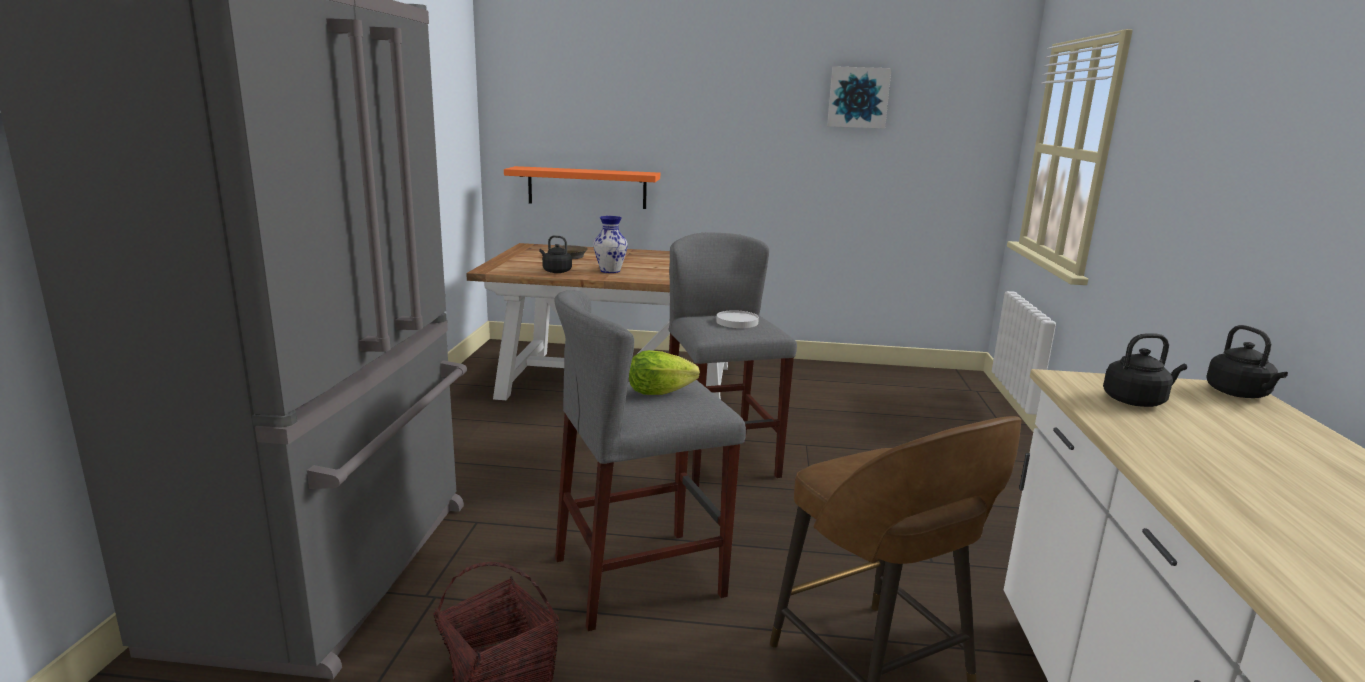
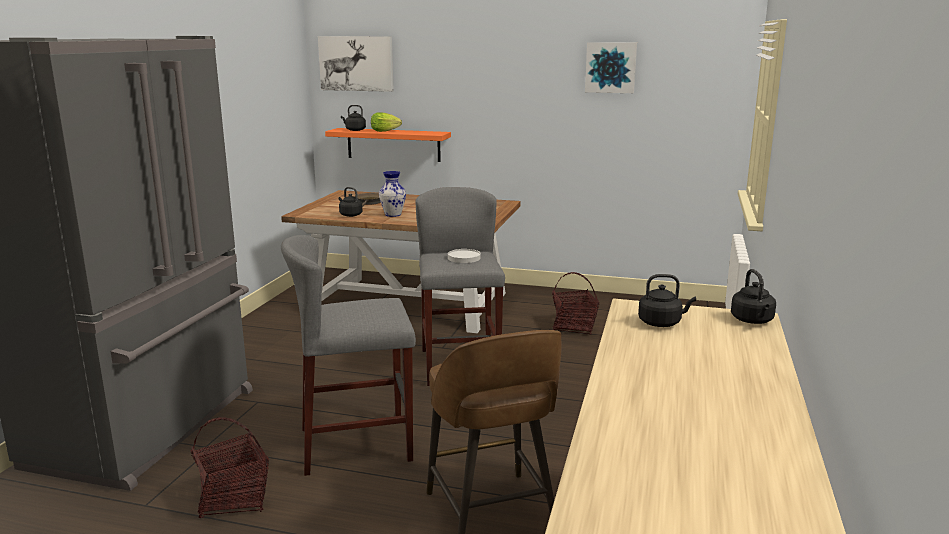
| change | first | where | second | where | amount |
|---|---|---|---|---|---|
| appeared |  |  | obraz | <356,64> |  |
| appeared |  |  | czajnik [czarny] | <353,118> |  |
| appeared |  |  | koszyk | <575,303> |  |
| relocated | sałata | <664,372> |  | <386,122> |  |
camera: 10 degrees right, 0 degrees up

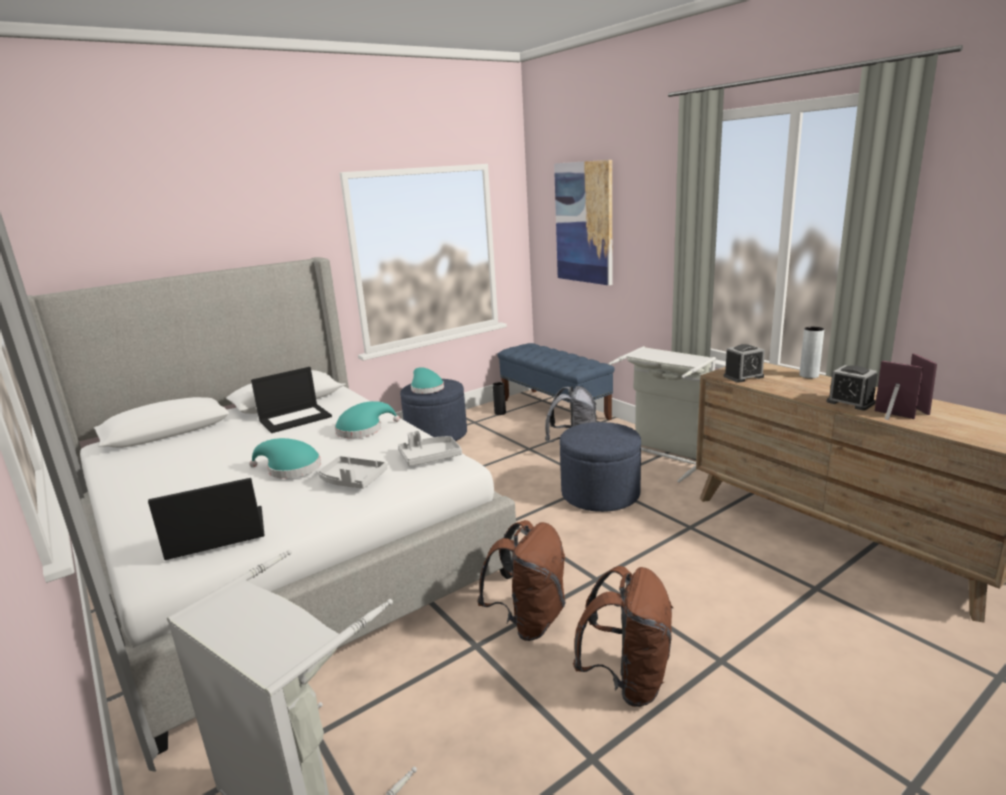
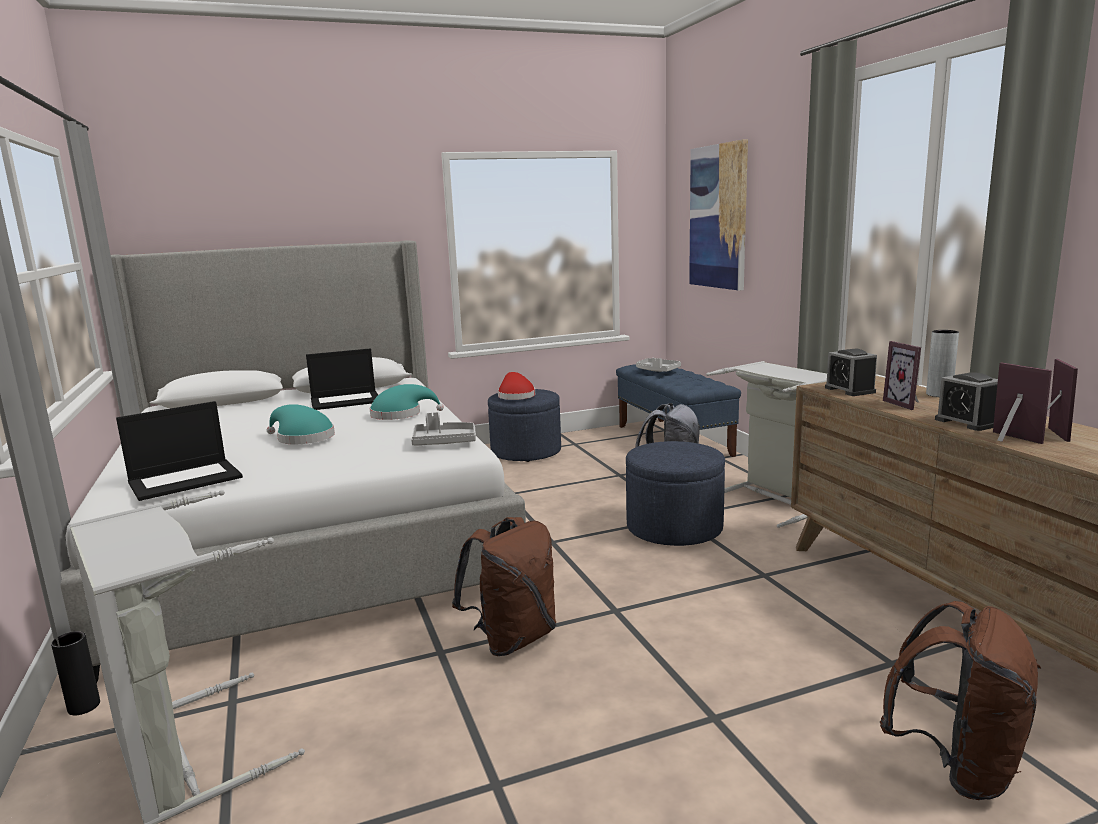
| change | first | where | second | where | amount |
|---|---|---|---|---|---|
| appeared |  |  | ramka na zdjęcie | <902,375> |  |
| relocated | taca [szary] | <352,472> |  | <658,365> |  |
| relocated | wazon [czarny] | <499,398> |  | <75,673> |  |
| relocated | plecak [brązowy] | <623,636> |  | <960,700> |  |
| colour | kapelusz [turkusowy] | <427,380> | kapelusz [czerwony] | <516,386> |  |
| spun | laptop | <206,519> |  | <179,451> | 150 degrees clockwise |
| spun | budzik | <744,363> |  | <851,372> | 75 degrees clockwise |
camera: 15 degrees right, 5 degrees down

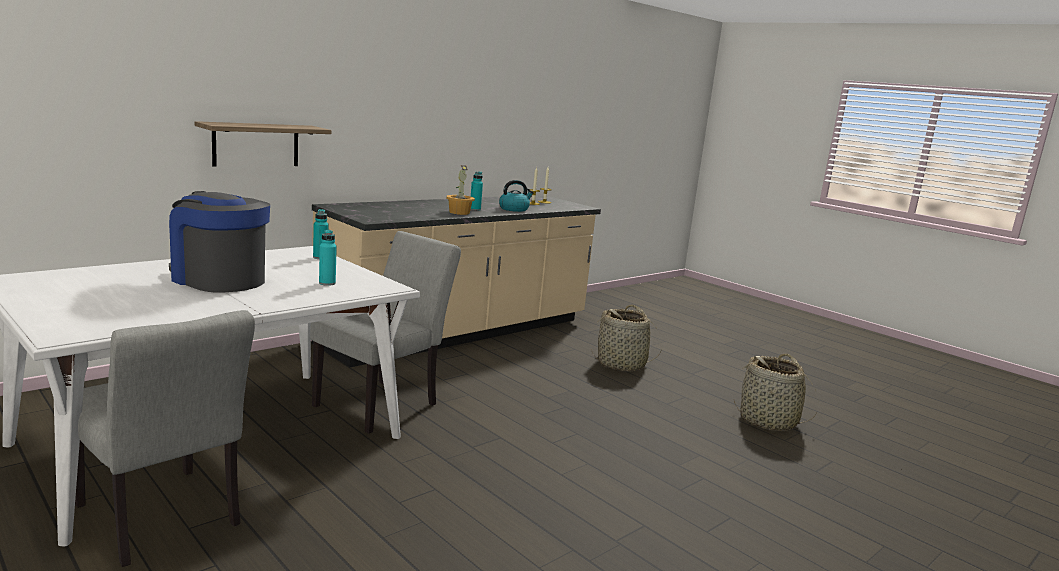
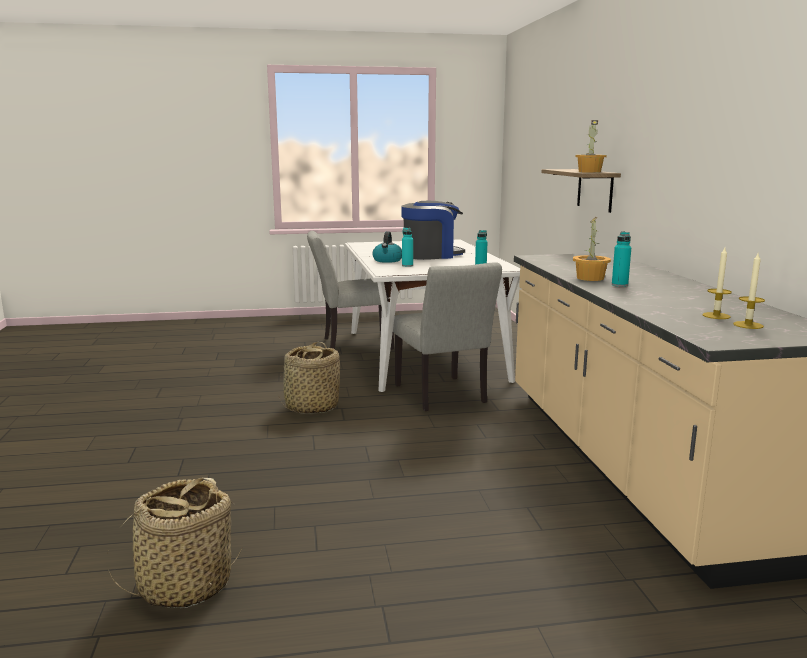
| change | first | where | second | where | amount |
|---|---|---|---|---|---|
| appeared |  |  | roślina doniczkowa | <591,146> |  |
| relocated | czajnik | <516,196> |  | <387,247> |  |
| relocated | koszyk | <623,338> |  | <309,378> |  |
camera: 125 degrees right, 0 degrees up

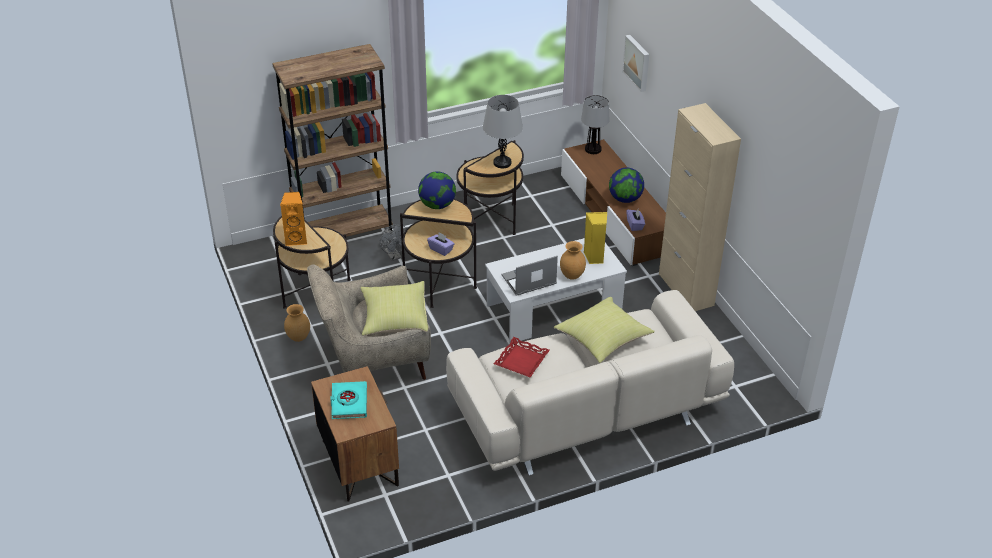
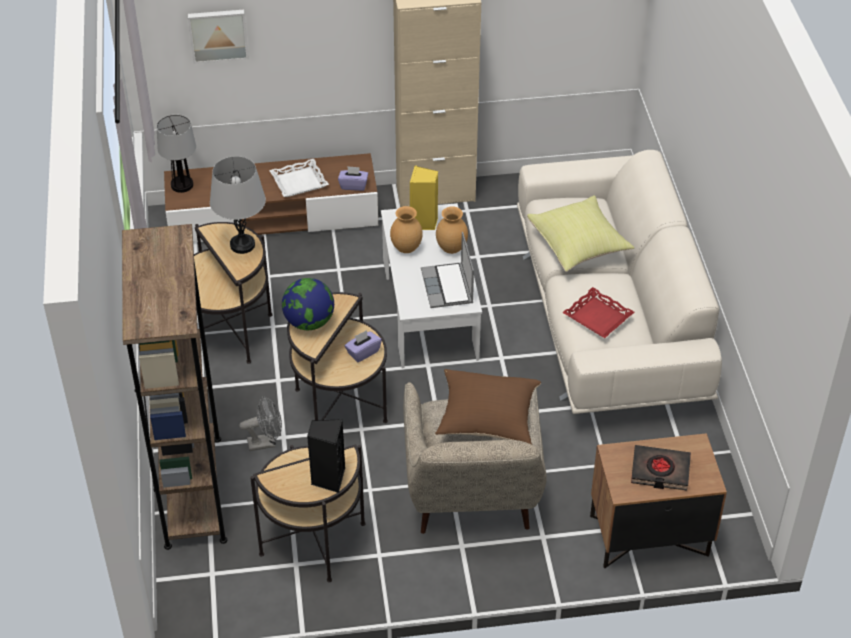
| change | first | where | second | where | amount |
|---|---|---|---|---|---|
| relocated | wazon [brązowy] | <297,323> |  | <406,229> |  |
| exchanged | globus | <626,185> | taca [biały] | <299,178> |  |
| colour | głośnik [pomarańczowy] | <293,219> | głośnik [czarny] | <326,456> |  |
| colour | książka [turkusowy] | <348,400> | książka [czarny] | <661,468> |  |
| colour | poduszka [żółty] | <394,308> | poduszka [brązowy] | <488,407> |  |
camera: 75 degrees left, 5 degrees up

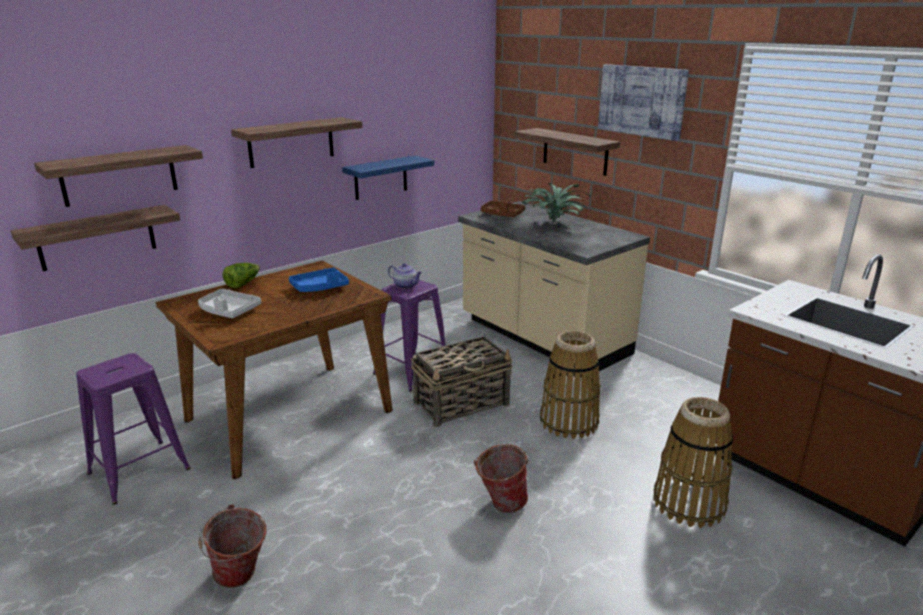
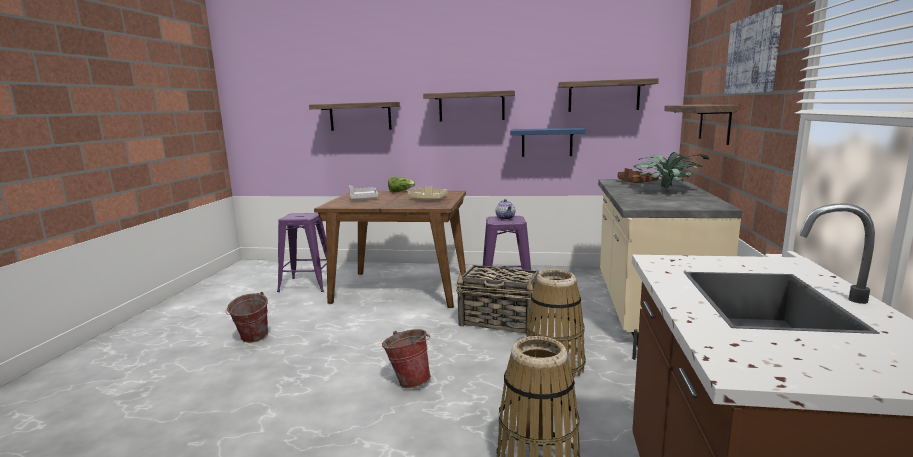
| change | first | where | second | where | amount |
|---|---|---|---|---|---|
| relocated | półka | <95,238> |  | <608,95> |  |
| colour | taca [niebieski] | <319,279> | taca [beżowy] | <427,193> |  |
camera: 50 degrees right, 10 degrees down

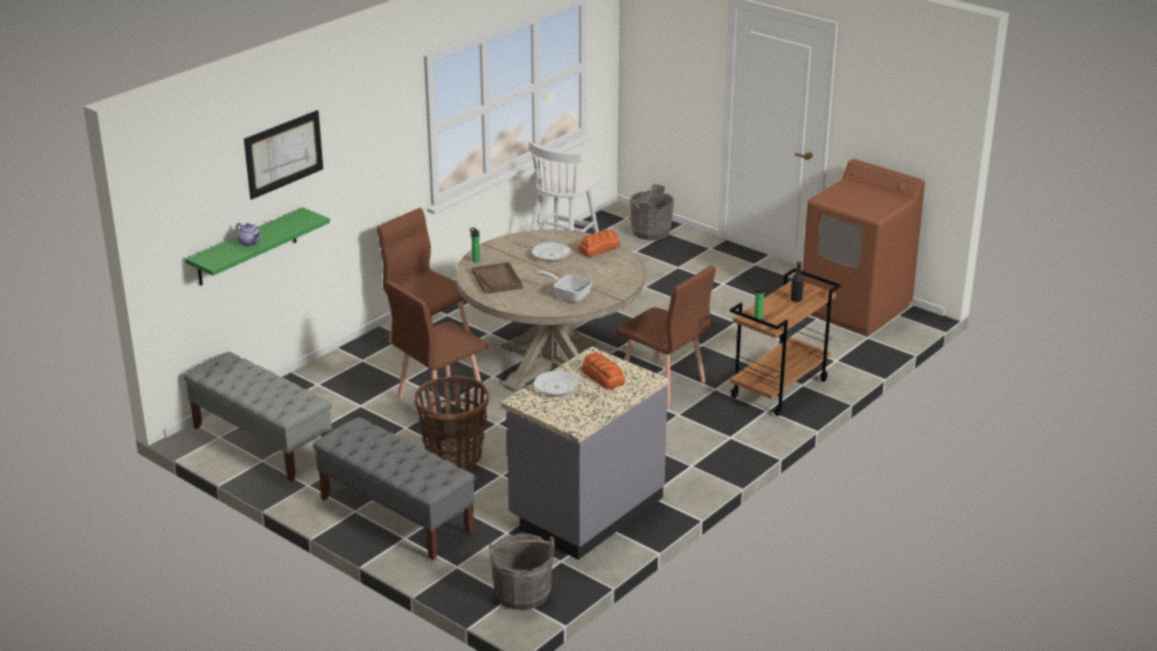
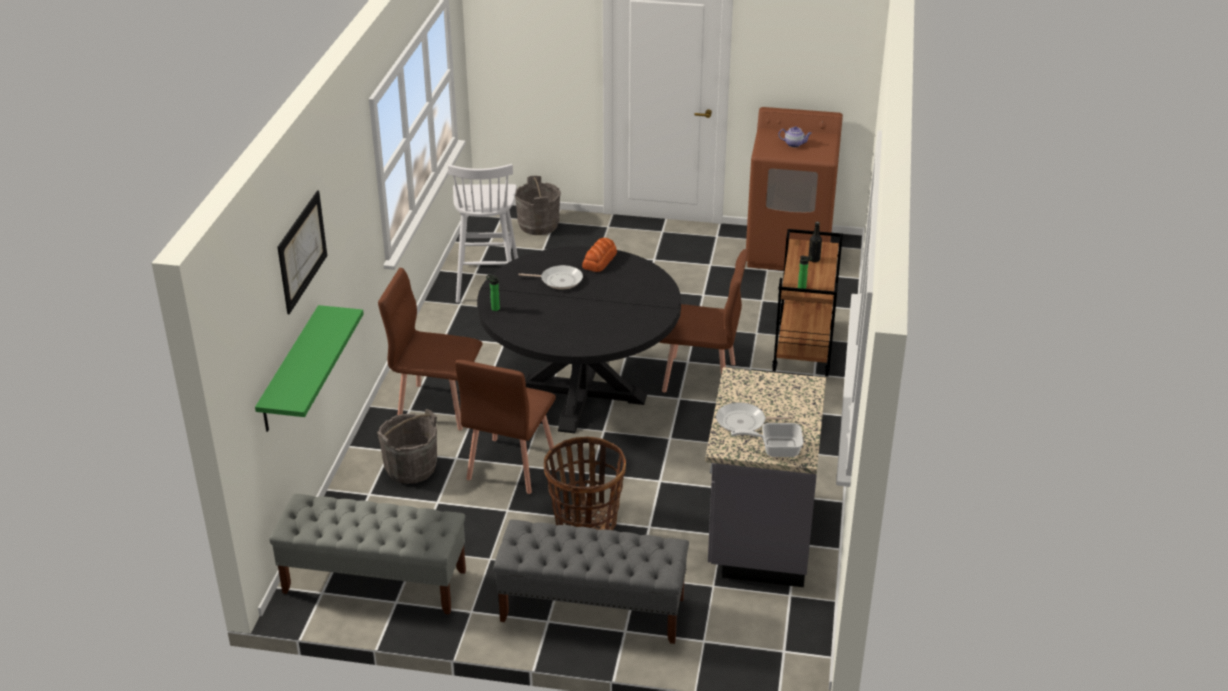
| change | first | where | second | where | amount |
|---|---|---|---|---|---|
| missing | taca [brązowy] | <497,278> |  |  |  |
| missing | chleb | <603,370> |  |  |  |
| relocated | imbryk | <248,234> |  | <795,137> |  |
| relocated | wiadro [szary] | <522,571> |  | <407,446> |  |
| relocated | patelnia | <564,286> |  | <767,440> |  |
| colour | stół jadalny [beżowy] | <550,311> | stół jadalny [czarny] | <579,339> |  |
camera: 30 degrees left, 5 degrees up

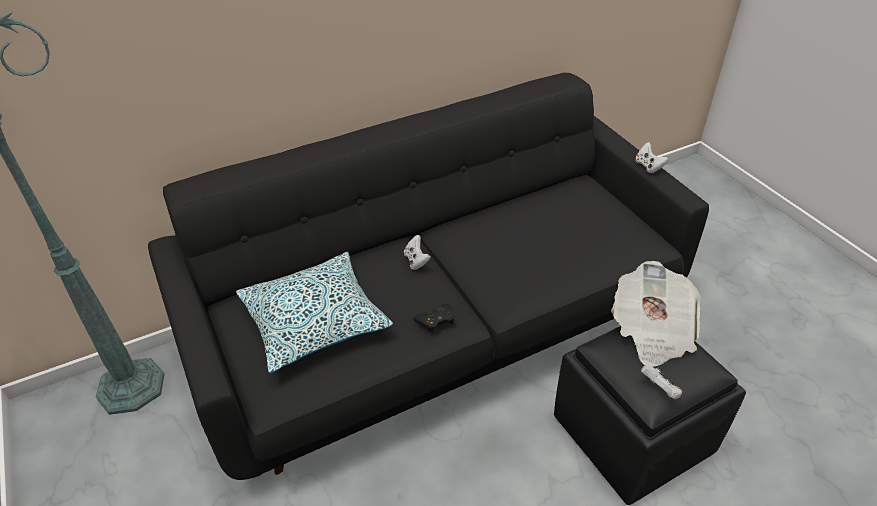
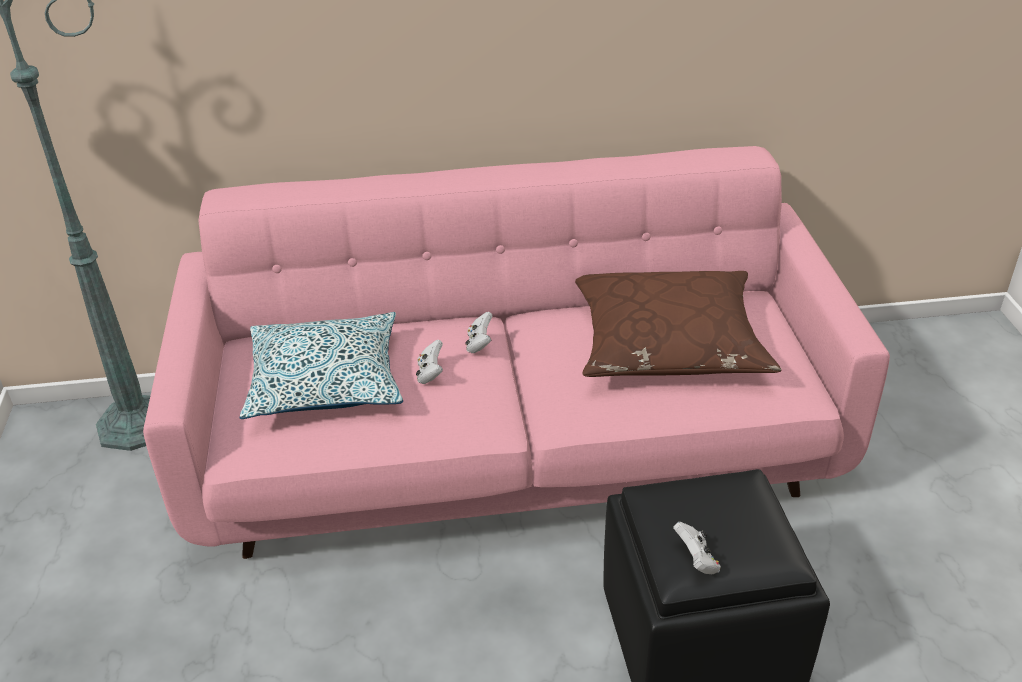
| change | first | where | second | where | amount |
|---|---|---|---|---|---|
| missing | pad do gier [czarny] | <433,318> |  |  |  |
| missing | gazeta | <656,314> |  |  |  |
| appeared |  |  | poduszka [brązowy] | <678,324> |  |
| relocated | pad do gier [biały] | <652,157> |  | <429,362> |  |
| colour | kanapa [czarny] | <428,276> | kanapa [różowy] | <516,352> |  |
camera: 20 degrees right, 5 degrees down

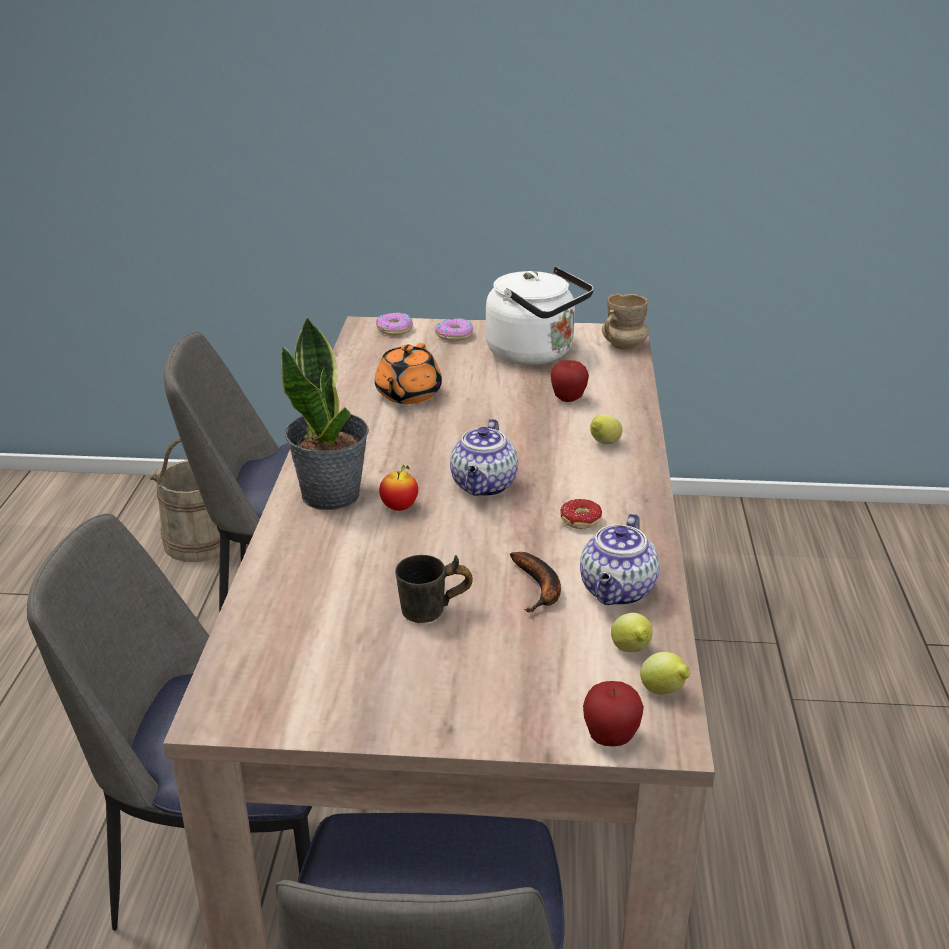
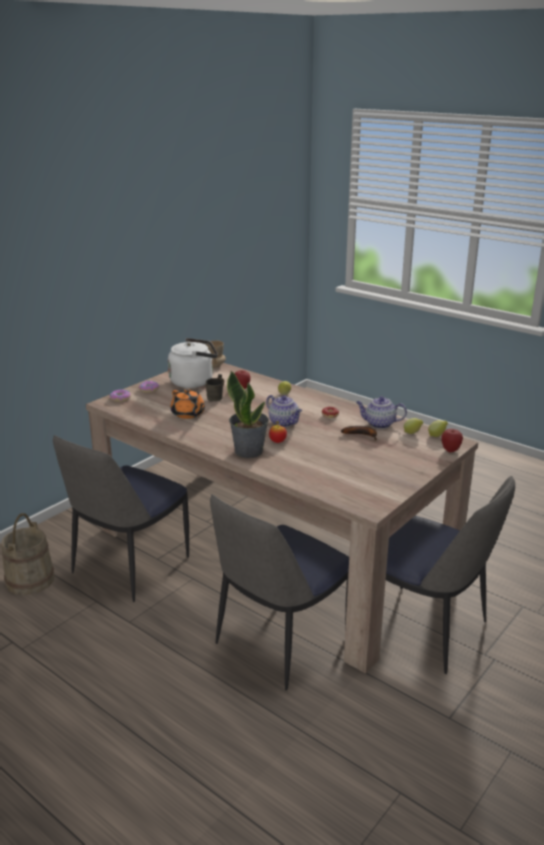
| change | first | where | second | where | amount |
|---|---|---|---|---|---|
| relocated | kubek [szary] | <434,589> |  | <215,387> |  |
| spun | imbryk | <619,559> |  | <381,412> | 135 degrees clockwise |
camera: 55 degrees left, 5 degrees down

